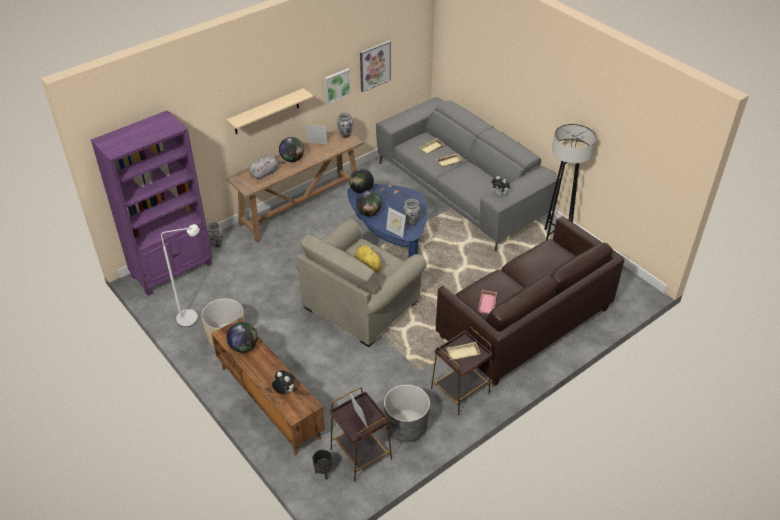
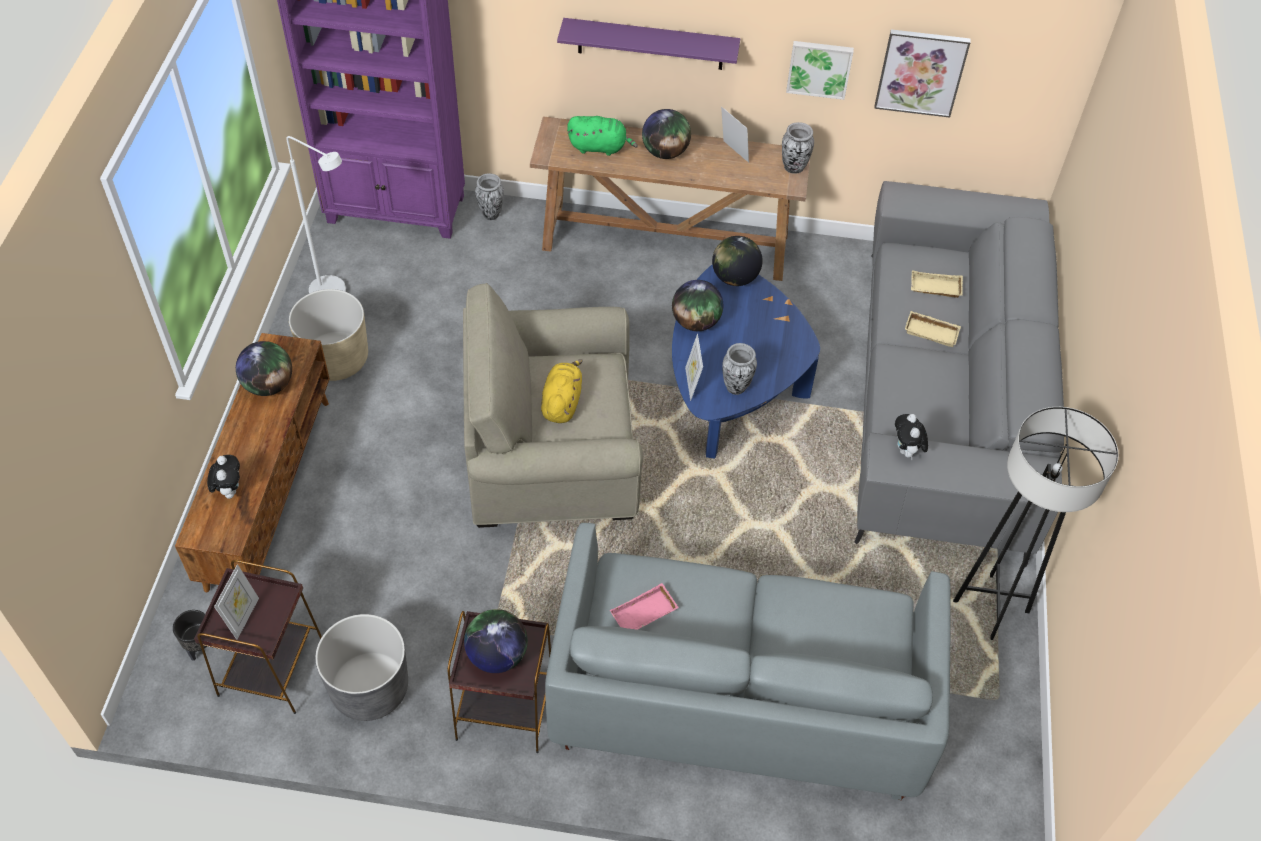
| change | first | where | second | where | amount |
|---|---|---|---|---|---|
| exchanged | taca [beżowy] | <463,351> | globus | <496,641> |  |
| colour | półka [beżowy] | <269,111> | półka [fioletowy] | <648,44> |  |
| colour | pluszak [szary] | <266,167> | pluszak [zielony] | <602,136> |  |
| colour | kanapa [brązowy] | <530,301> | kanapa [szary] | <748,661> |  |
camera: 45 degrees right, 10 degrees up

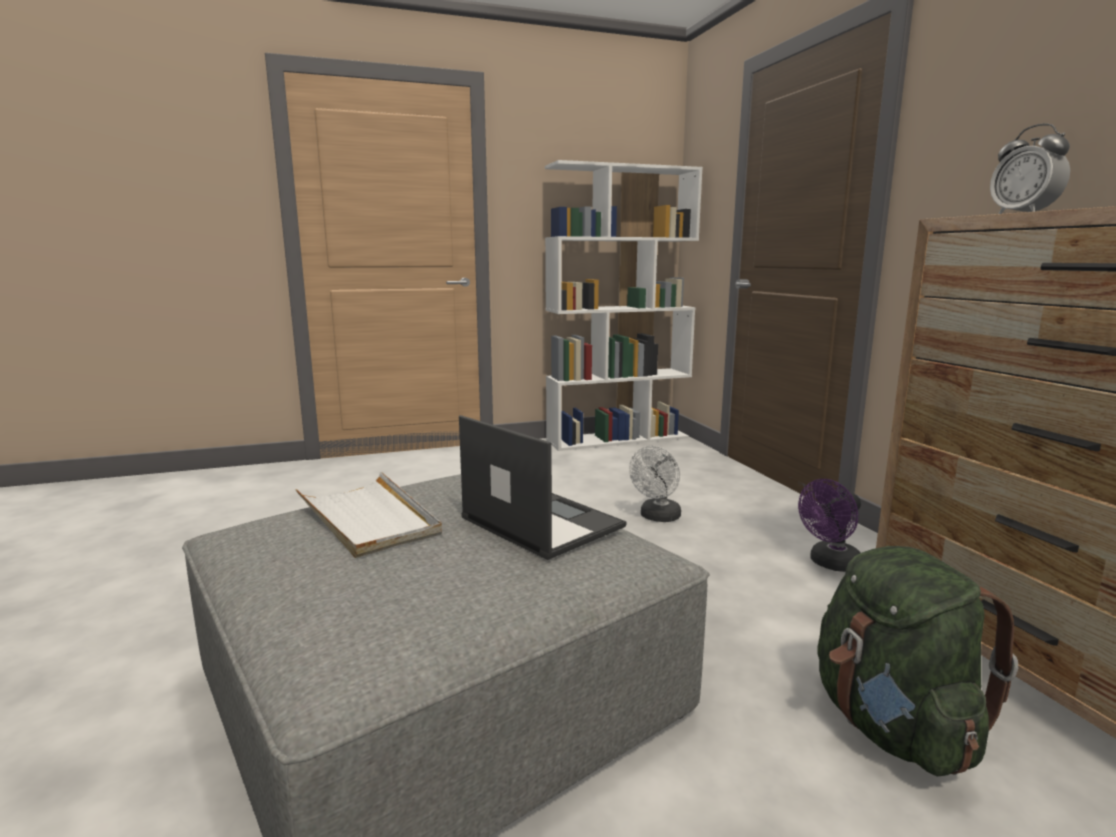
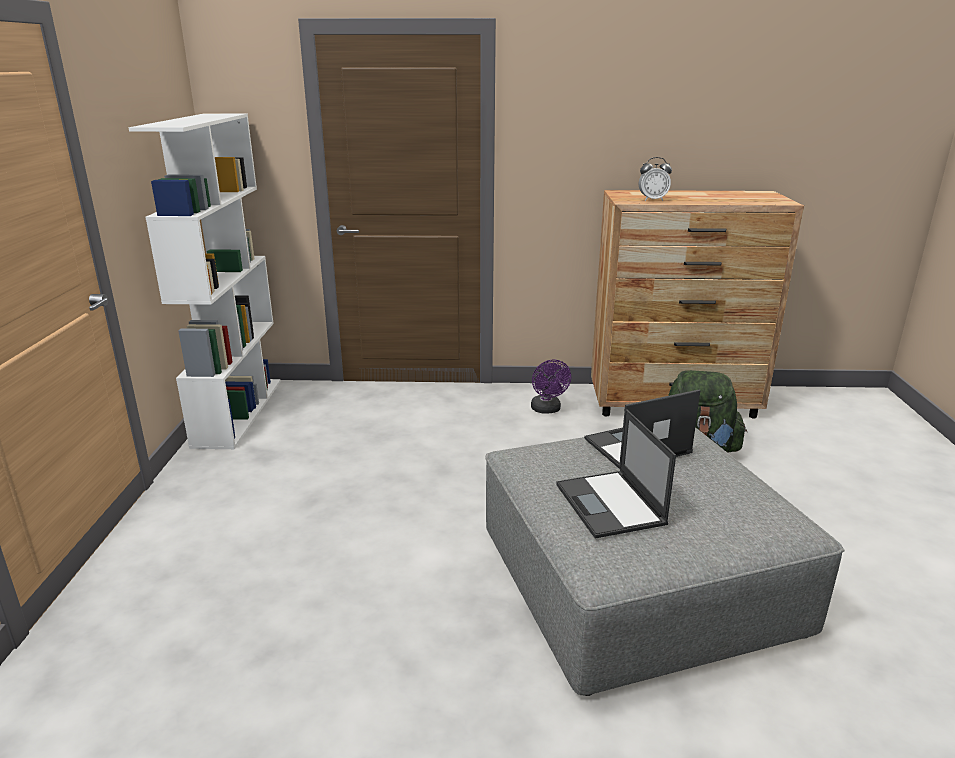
| change | first | where | second | where | amount |
|---|---|---|---|---|---|
| missing | wentylator [biały] | <655,484> |  |  |  |
| exchanged | taca [biały] | <368,515> | laptop | <616,474> |  |
camera: 70 degrees left, 10 degrees up

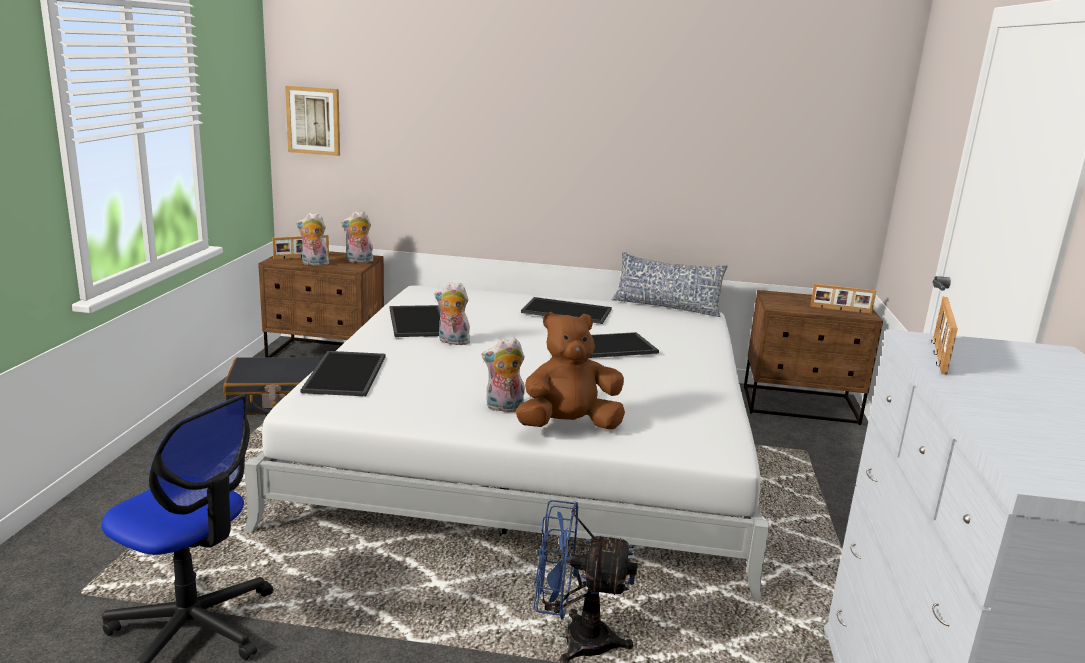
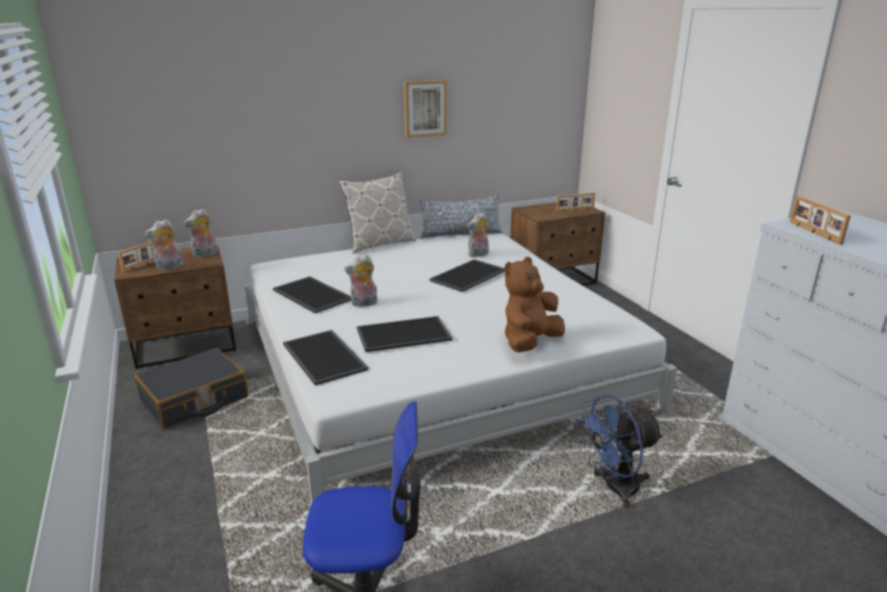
| change | first | where | second | where | amount |
|---|---|---|---|---|---|
| appeared |  |  | poduszka | <377,213> |  |
| relocated | obraz | <312,121> |  | <425,109> |  |
| relocated | pluszak | <503,376> |  | <478,234> |  |
| relocated | taca | <566,310> |  | <405,334> |  |
camera: 30 degrees left, 5 degrees up

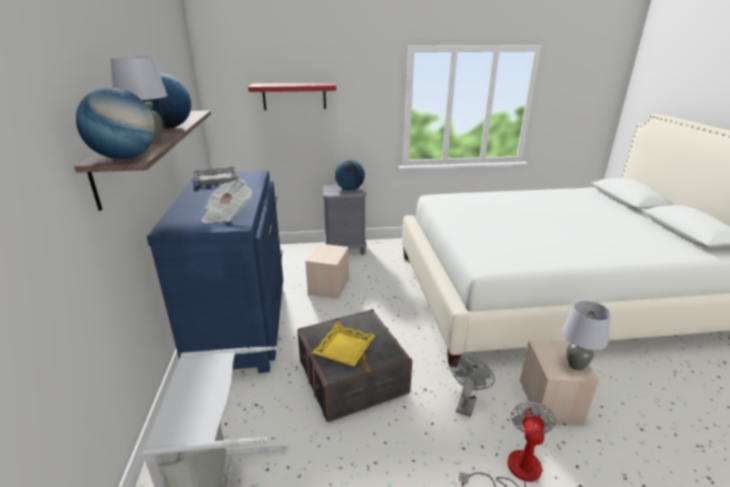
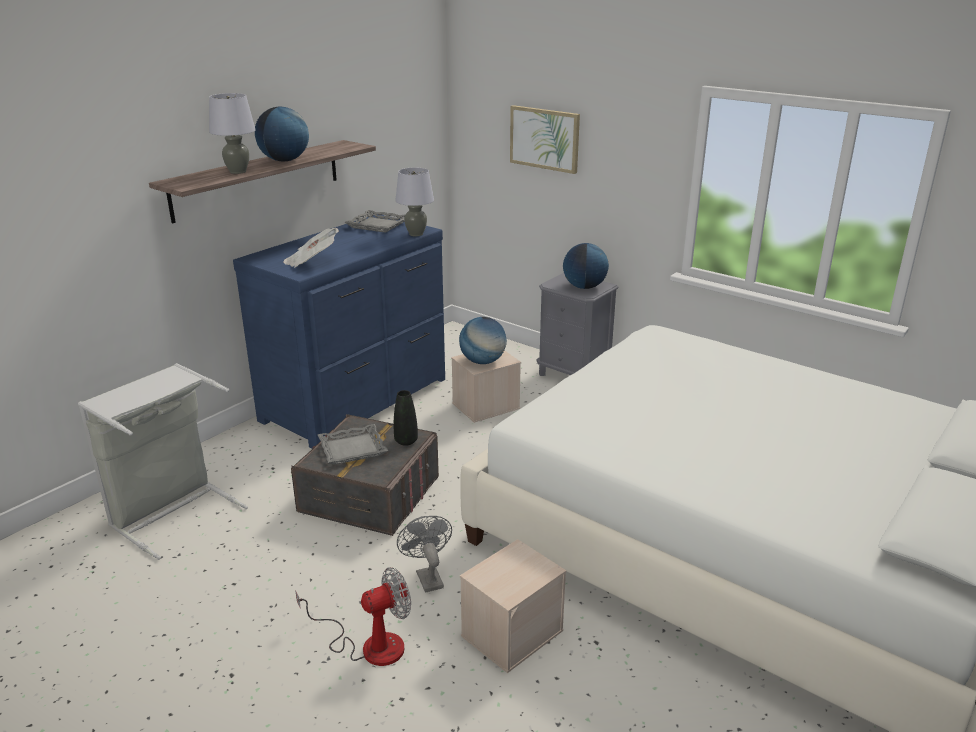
| change | first | where | second | where | amount |
|---|---|---|---|---|---|
| appeared |  |  | wazon [czarny] | <406,418> |  |
| relocated | globus | <115,123> |  | <483,340> |  |
| relocated | lampa stołowa [szary] | <586,335> |  | <414,201> |  |
| exchanged | półka [czerwony] | <292,96> | obraz | <545,139> |  |
| colour | taca [żółty] | <343,345> | taca [szary] | <353,444> |  |
| spun | wentylator [szary] | <473,387> |  | <424,554> | 90 degrees counterclockwise |
camera: 45 degrees right, 0 degrees up

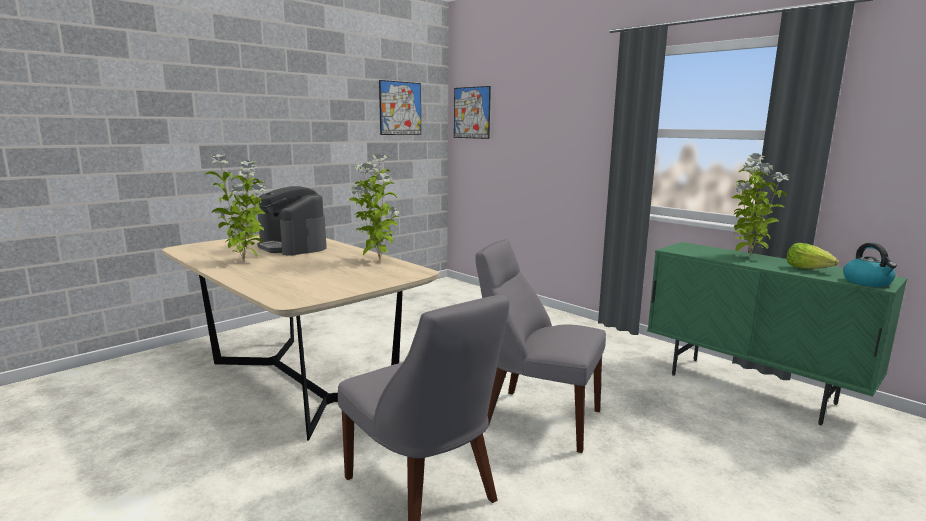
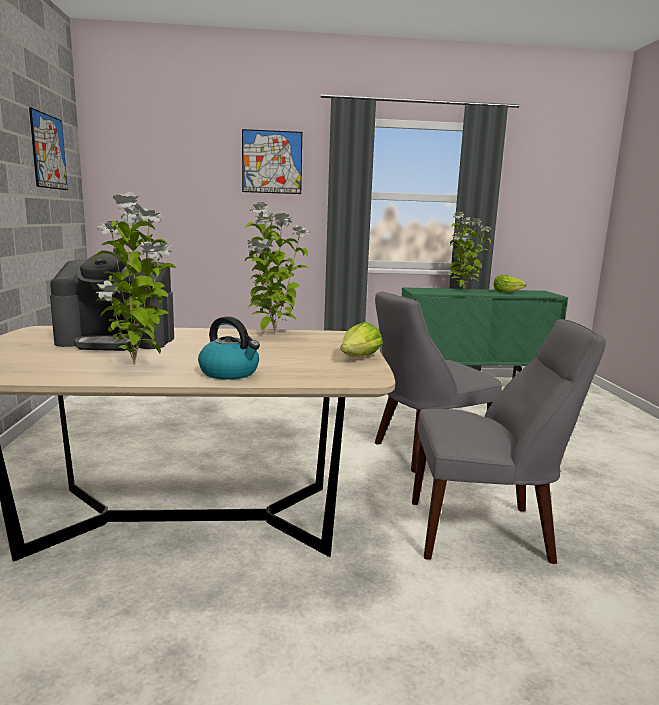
| change | first | where | second | where | amount |
|---|---|---|---|---|---|
| appeared |  |  | sałata | <362,339> |  |
| relocated | obraz | <472,112> |  | <272,161> |  |
| relocated | czajnik | <870,265> |  | <229,348> |  |
camera: 50 degrees left, 0 degrees up

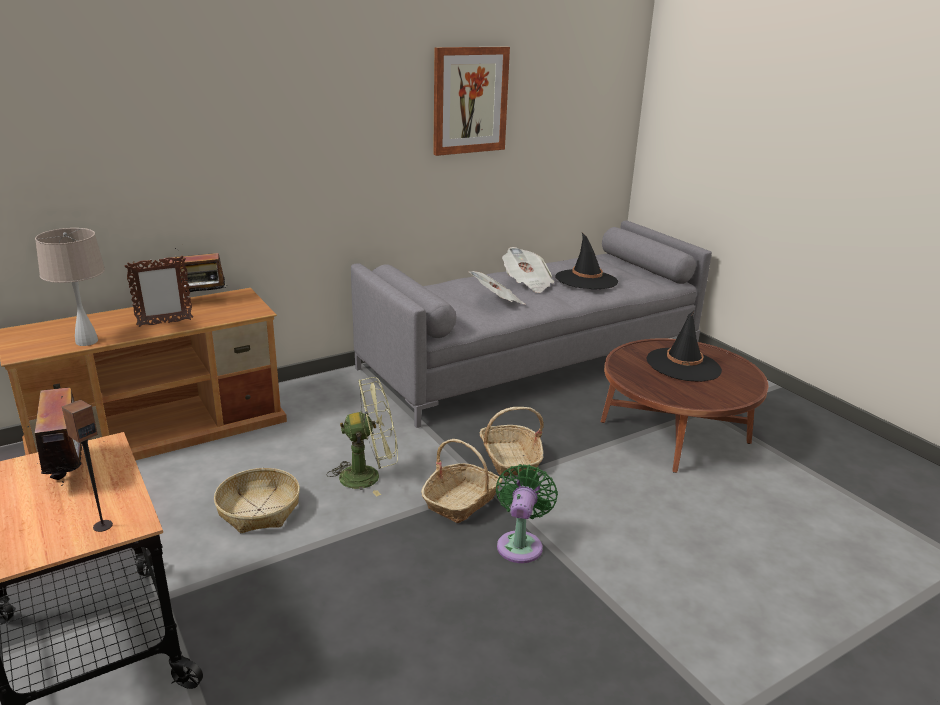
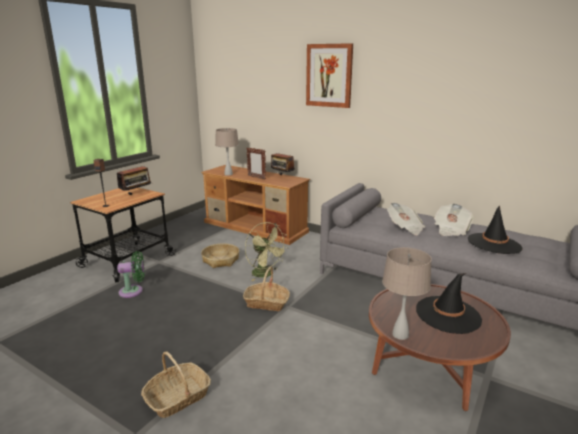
| change | first | where | second | where | amount |
|---|---|---|---|---|---|
| appeared |  |  | lampa stołowa [beżowy] | <407,293> |  |
| relocated | obraz | <471,101> |  | <329,75> |  |
| relocated | koszyk | <512,441> |  | <176,384> |  |
| relocated | wentylator [zielony] | <527,513> |  | <131,274> |  |
camera: 65 degrees right, 5 degrees down

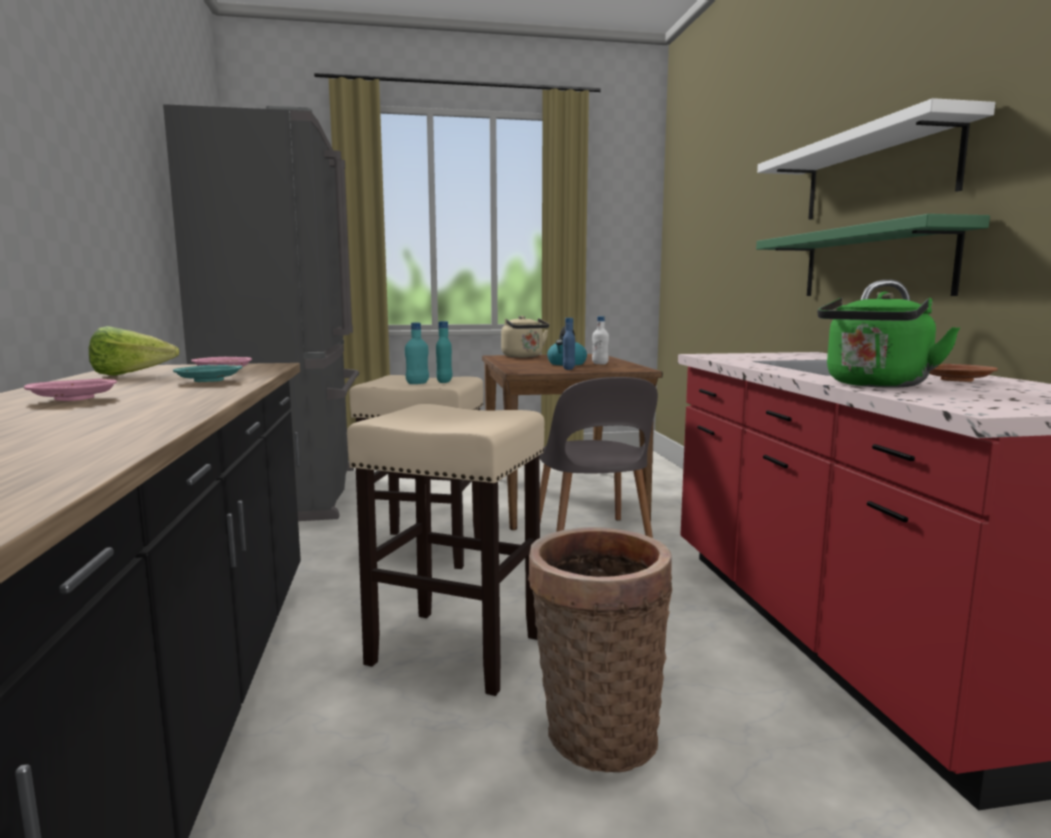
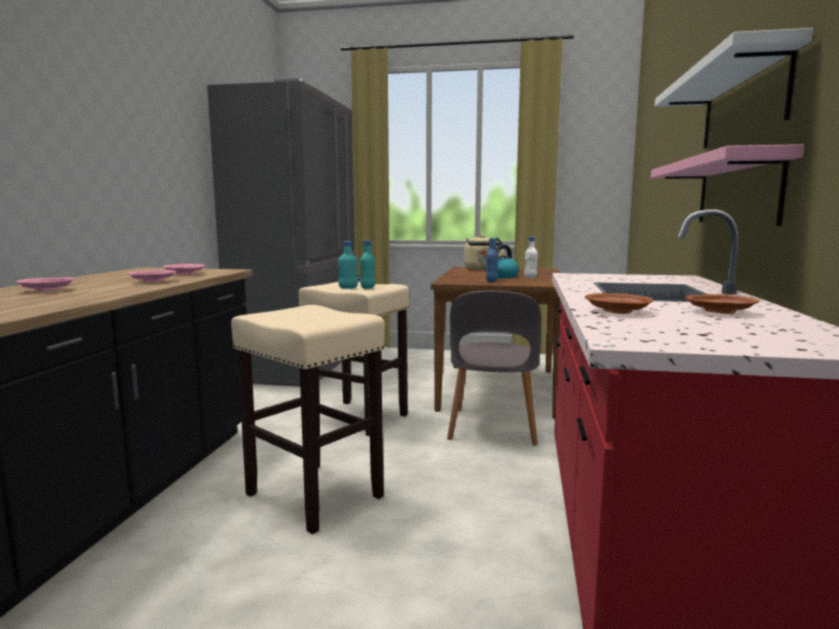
| change | first | where | second | where | amount |
|---|---|---|---|---|---|
| missing | sałata | <134,351> |  |  |  |
| missing | koszyk | <600,649> |  |  |  |
| exchanged | czajnik [zielony] | <889,340> | talerz [brązowy] | <619,303> |  |
| colour | talerz [turkusowy] | <207,373> | talerz [różowy] | <152,276> |  |
| colour | półka [zielony] | <873,255> | półka [różowy] | <727,185> |  |
camera: 20 degrees right, 0 degrees up

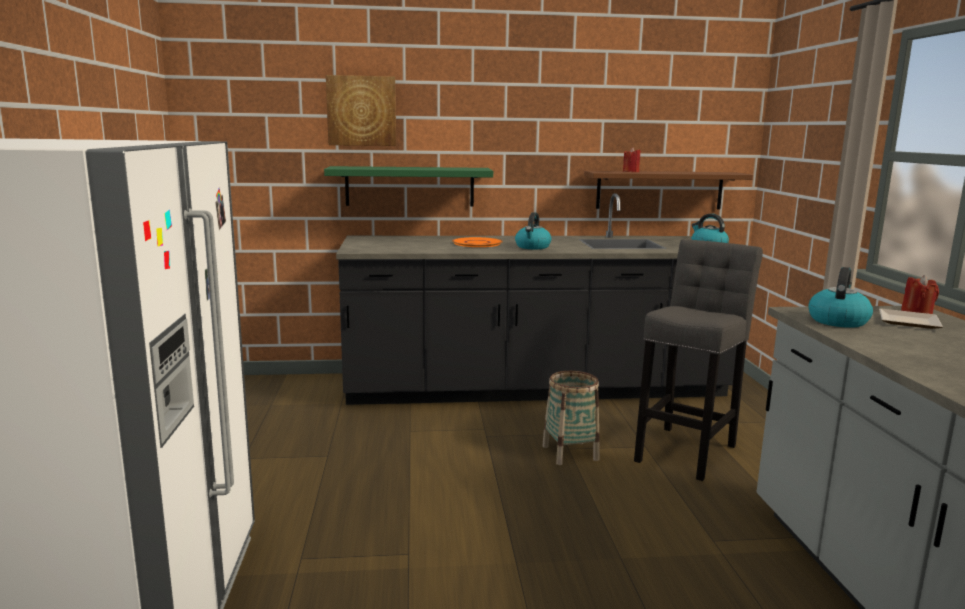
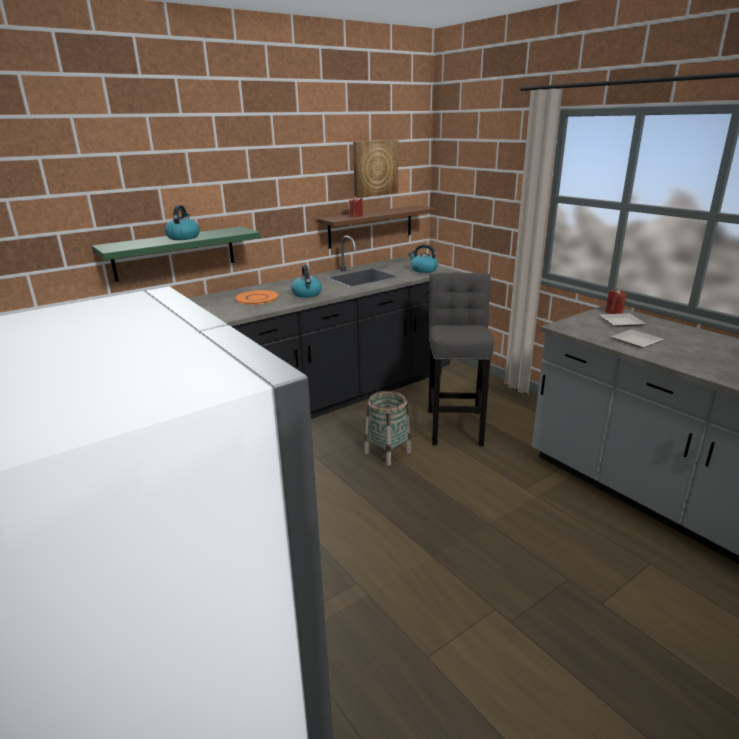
| change | first | where | second | where | amount |
|---|---|---|---|---|---|
| appeared |  |  | talerz | <637,338> |  |
| relocated | obraz | <361,110> |  | <375,169> |  |
| relocated | czajnik | <841,297> |  | <182,222> |  |
camera: 30 degrees left, 10 degrees up

